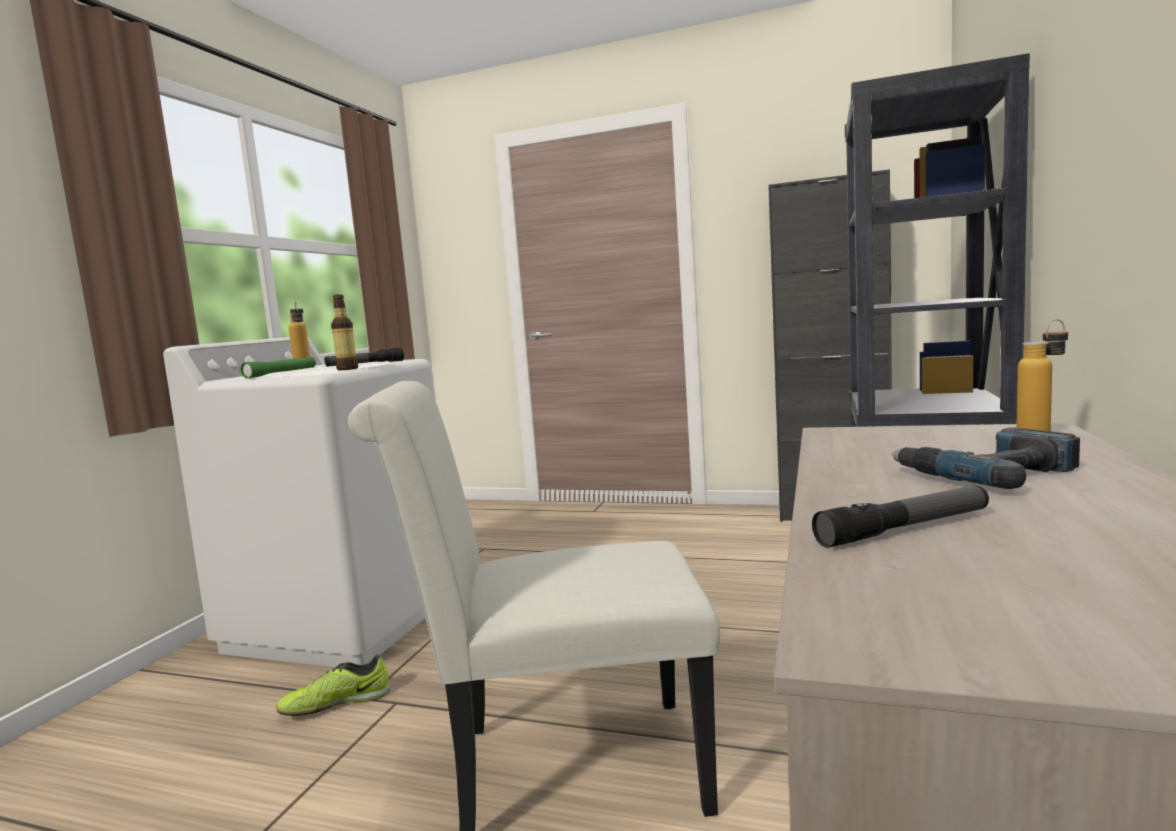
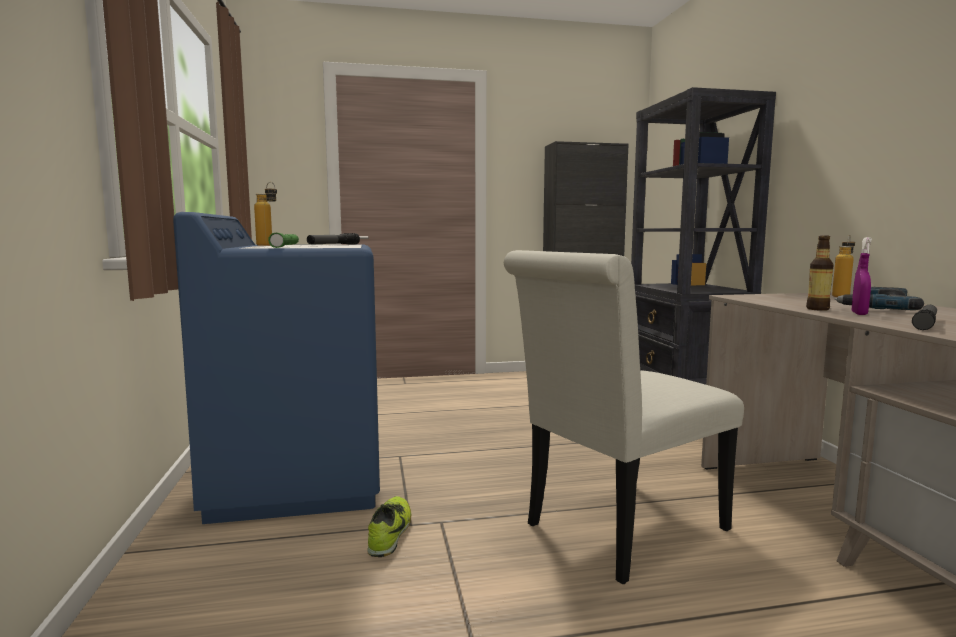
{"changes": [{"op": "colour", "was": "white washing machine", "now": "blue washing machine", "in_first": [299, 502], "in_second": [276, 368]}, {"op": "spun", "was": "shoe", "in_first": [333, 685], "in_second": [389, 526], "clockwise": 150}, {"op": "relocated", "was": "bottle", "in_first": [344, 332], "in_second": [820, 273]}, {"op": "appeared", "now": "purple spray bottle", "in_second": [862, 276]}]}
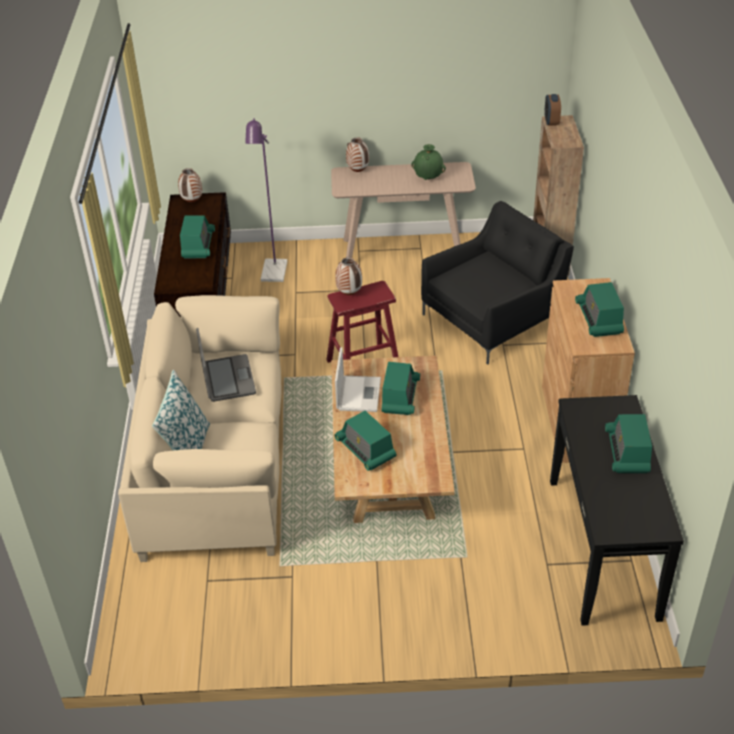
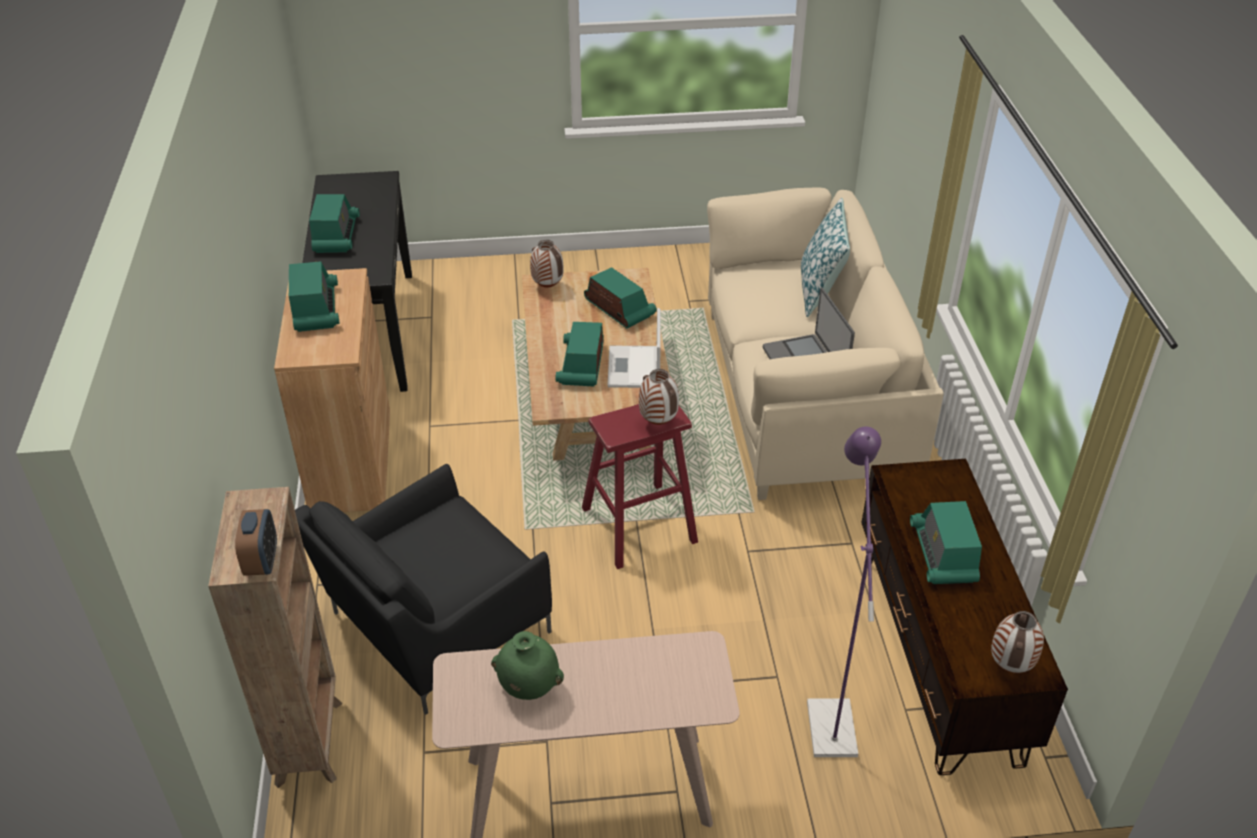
{"changes": [{"op": "relocated", "was": "vase", "in_first": [357, 154], "in_second": [547, 264]}]}
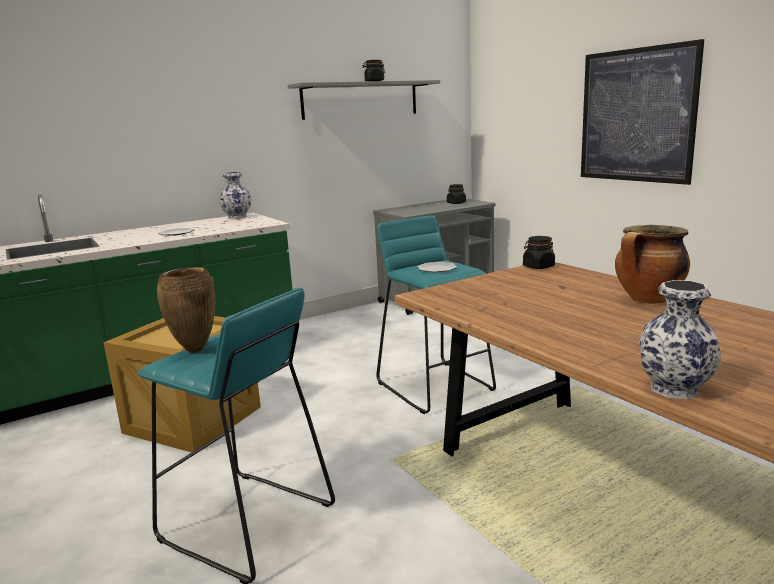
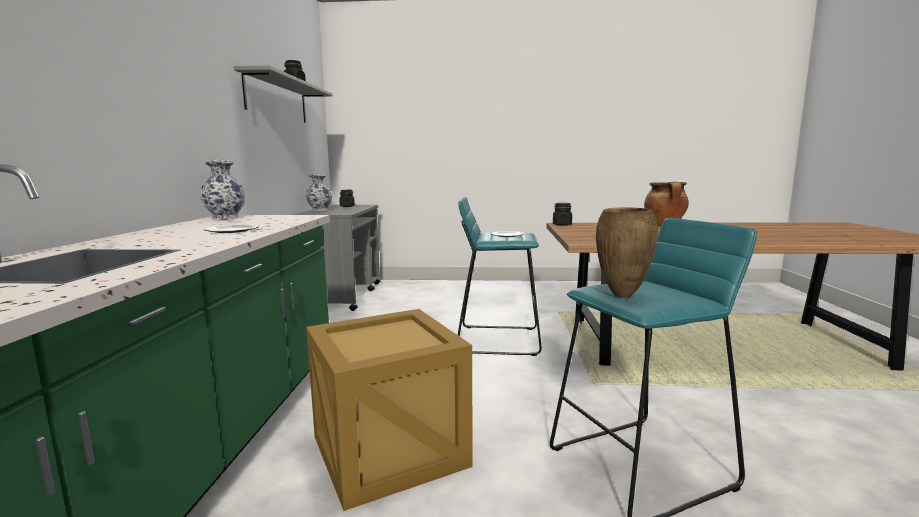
{"changes": [{"op": "relocated", "was": "vase", "in_first": [680, 340], "in_second": [319, 192]}, {"op": "missing", "was": "picture", "in_first": [642, 112]}]}
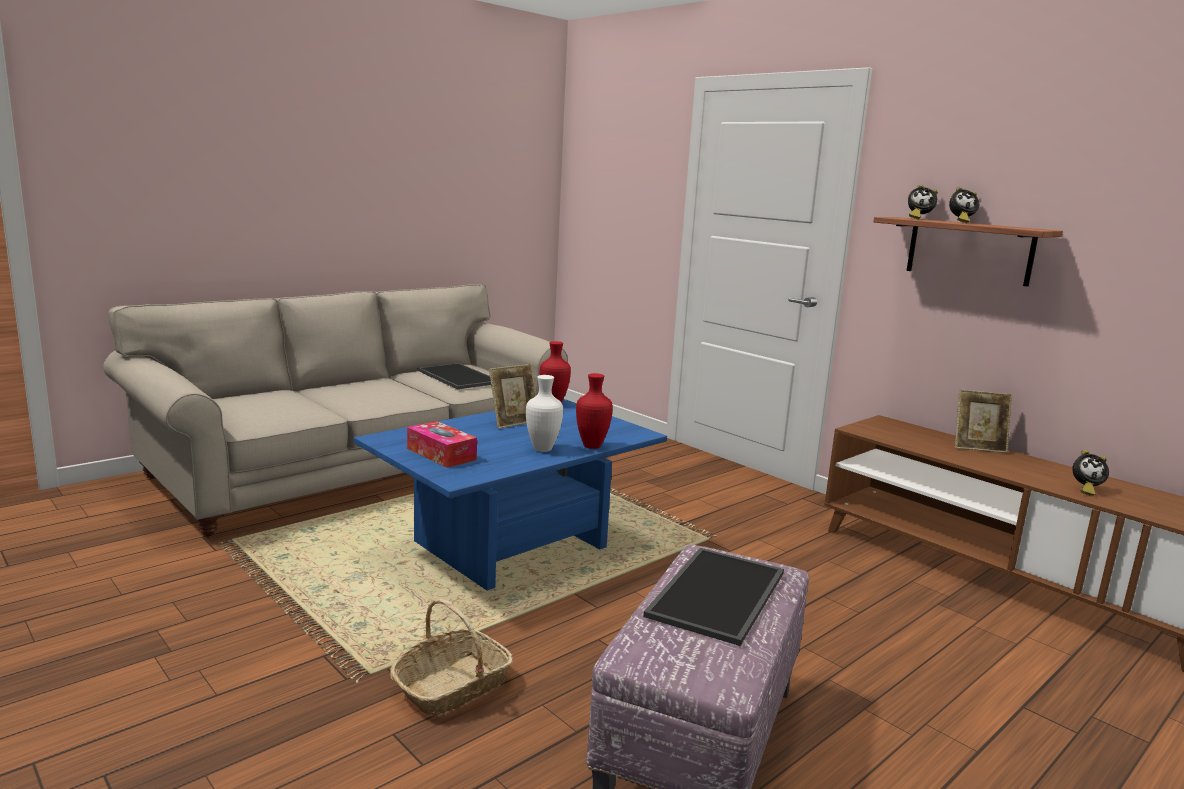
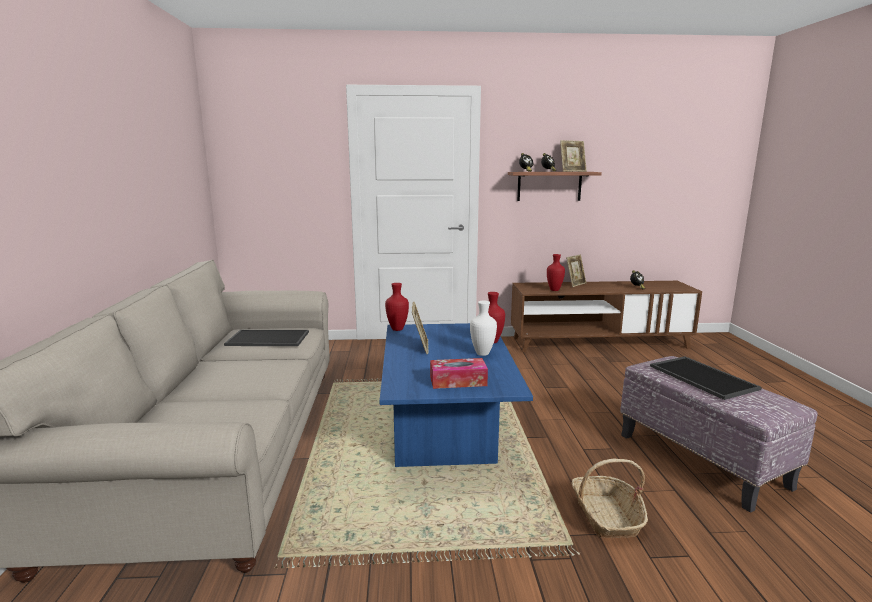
{"changes": [{"op": "appeared", "now": "red vase", "in_second": [556, 272]}, {"op": "appeared", "now": "picture frame", "in_second": [573, 156]}]}
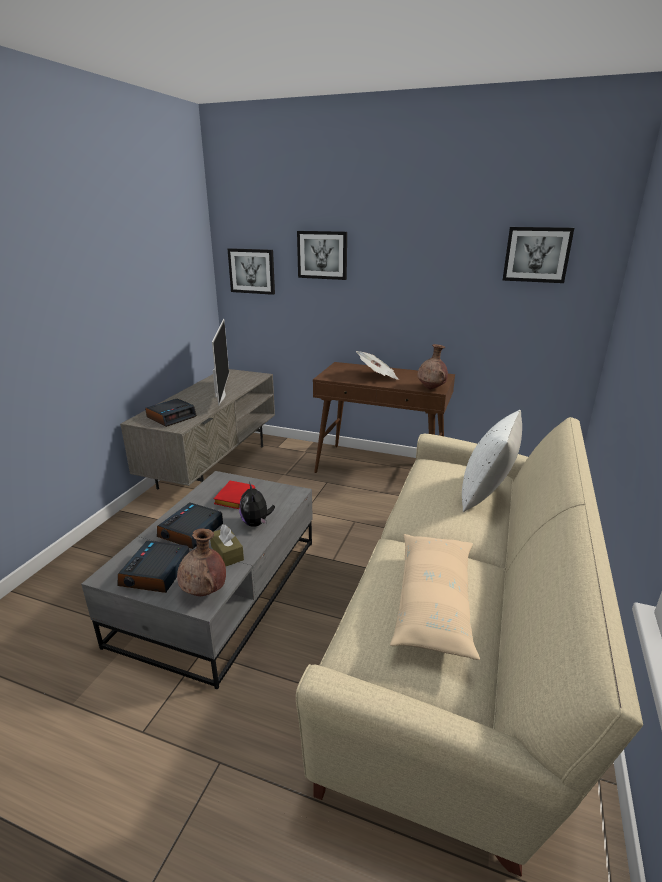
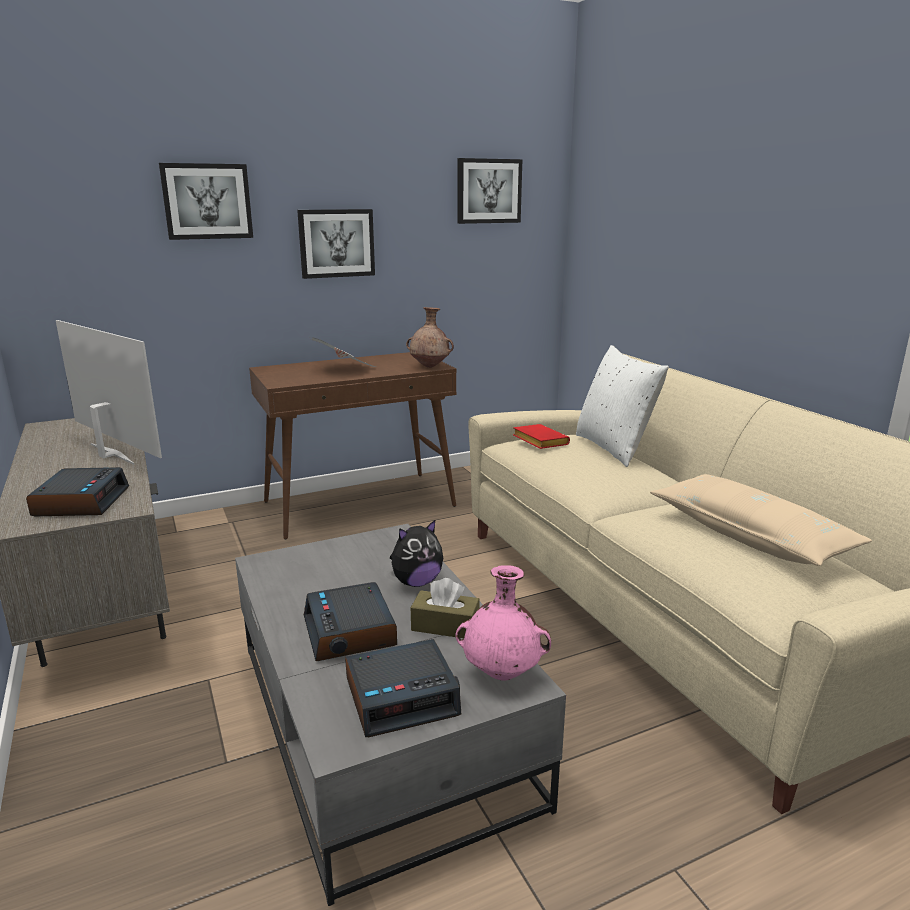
{"changes": [{"op": "relocated", "was": "picture", "in_first": [251, 271], "in_second": [336, 244]}, {"op": "spun", "was": "alarm clock", "in_first": [153, 566], "in_second": [403, 688], "clockwise": -75}, {"op": "spun", "was": "plush toy", "in_first": [257, 504], "in_second": [416, 553], "clockwise": -60}, {"op": "colour", "was": "brown vase", "now": "pink vase", "in_first": [201, 562], "in_second": [503, 623]}, {"op": "relocated", "was": "red book", "in_first": [234, 495], "in_second": [541, 436]}]}
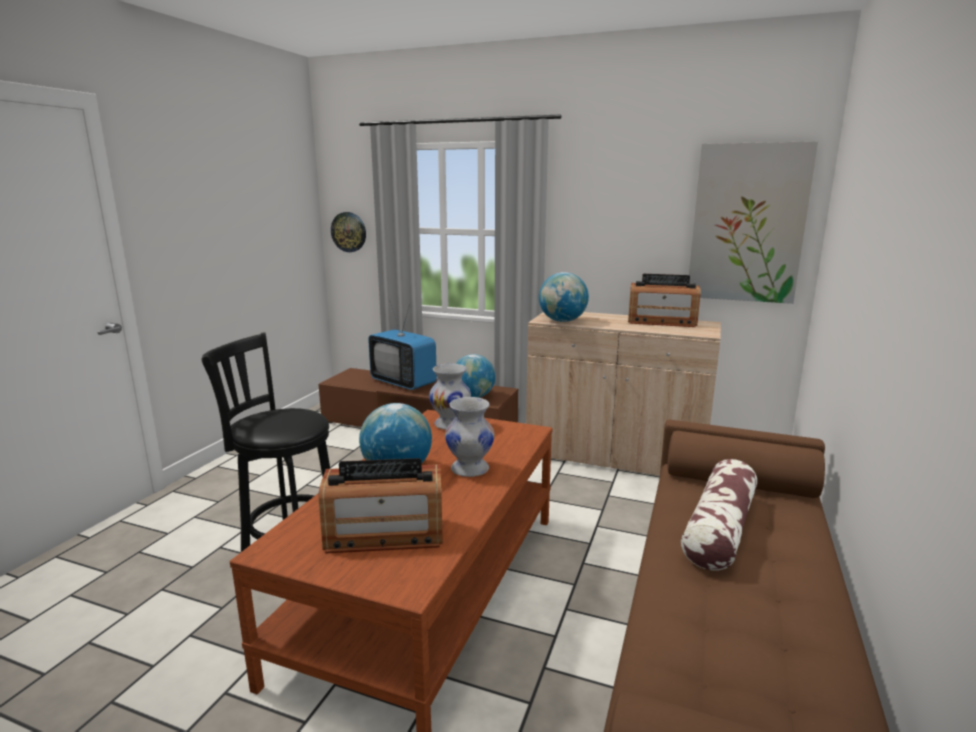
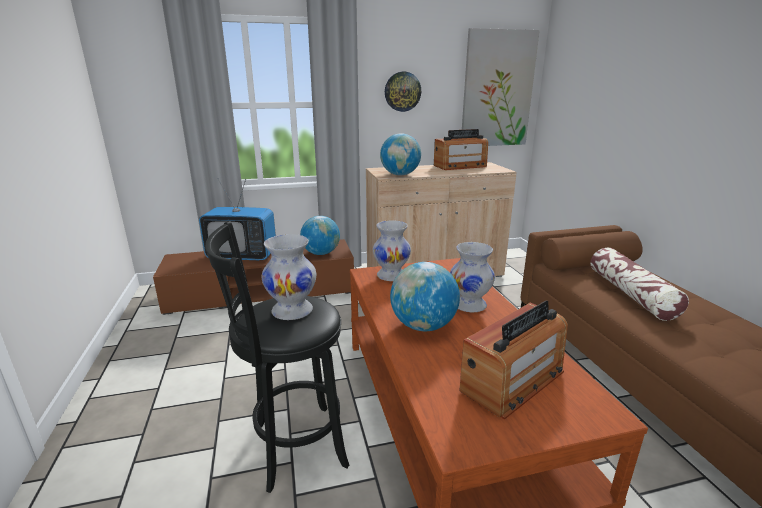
{"changes": [{"op": "appeared", "now": "white vase", "in_second": [289, 277]}, {"op": "relocated", "was": "wall clock", "in_first": [348, 232], "in_second": [403, 92]}]}
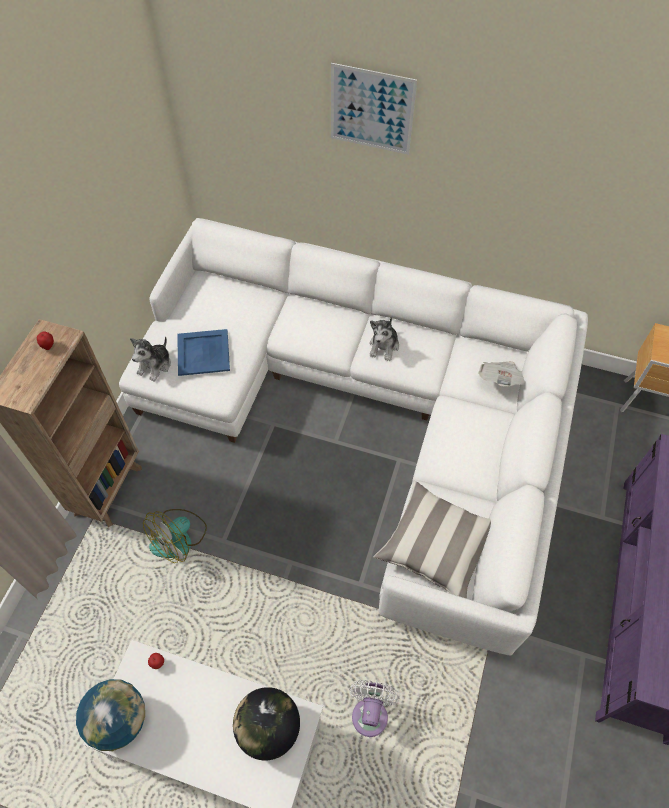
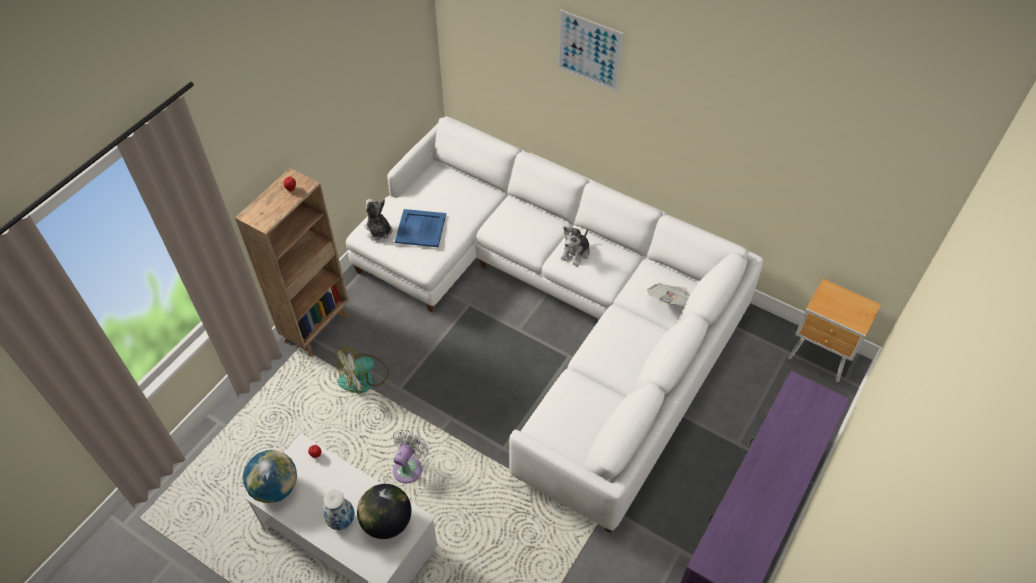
{"changes": [{"op": "appeared", "now": "vase", "in_second": [339, 510]}, {"op": "spun", "was": "plush toy", "in_first": [150, 359], "in_second": [378, 220], "clockwise": 105}, {"op": "relocated", "was": "white fan", "in_first": [375, 708], "in_second": [410, 456]}, {"op": "missing", "was": "pillow", "in_first": [432, 540]}]}
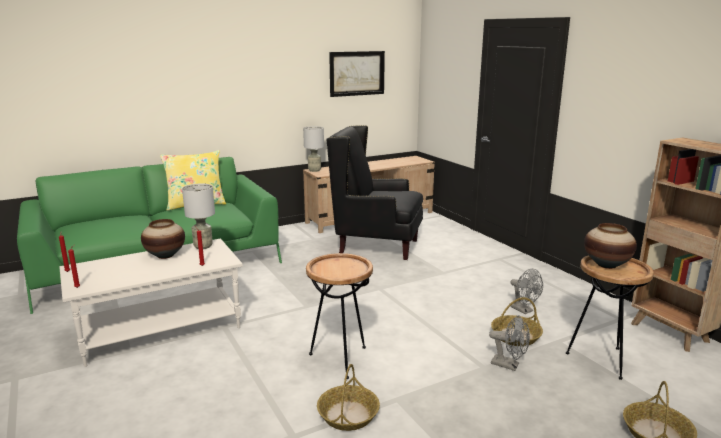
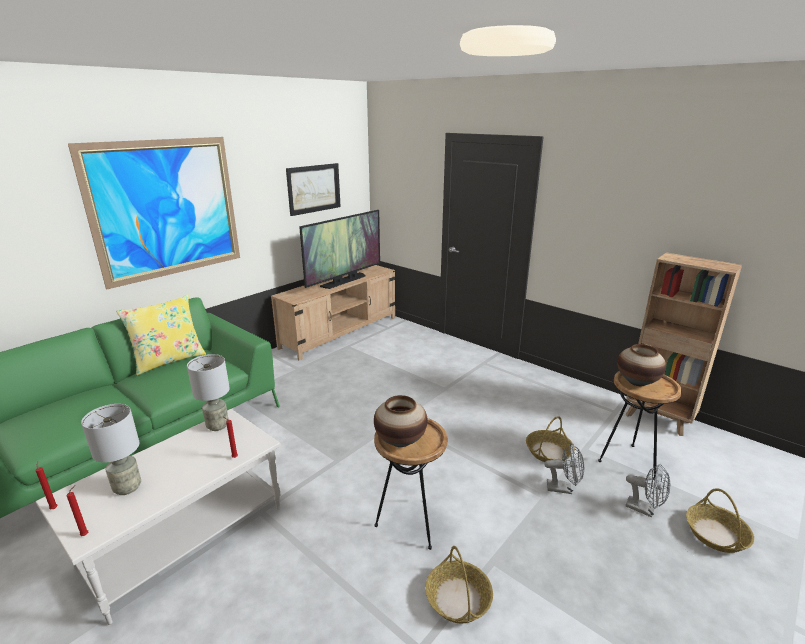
{"changes": [{"op": "appeared", "now": "picture", "in_second": [154, 213]}, {"op": "relocated", "was": "grey table lamp", "in_first": [313, 149], "in_second": [111, 449]}, {"op": "appeared", "now": "television", "in_second": [339, 249]}, {"op": "relocated", "was": "vase", "in_first": [163, 239], "in_second": [401, 421]}, {"op": "relocated", "was": "grey fan", "in_first": [526, 291], "in_second": [648, 491]}, {"op": "missing", "was": "black armchair", "in_first": [374, 192]}]}
